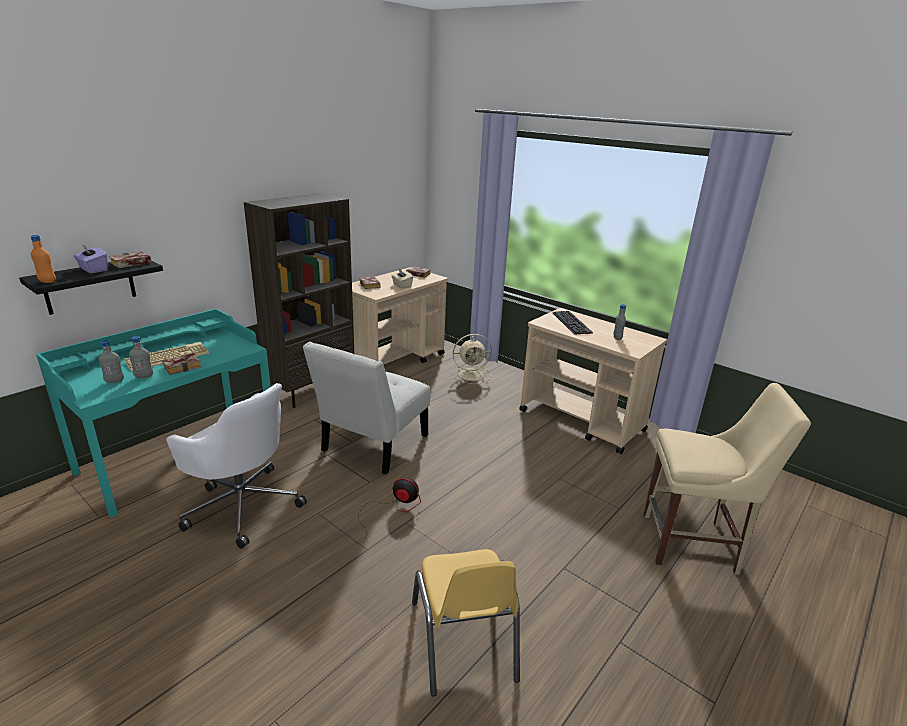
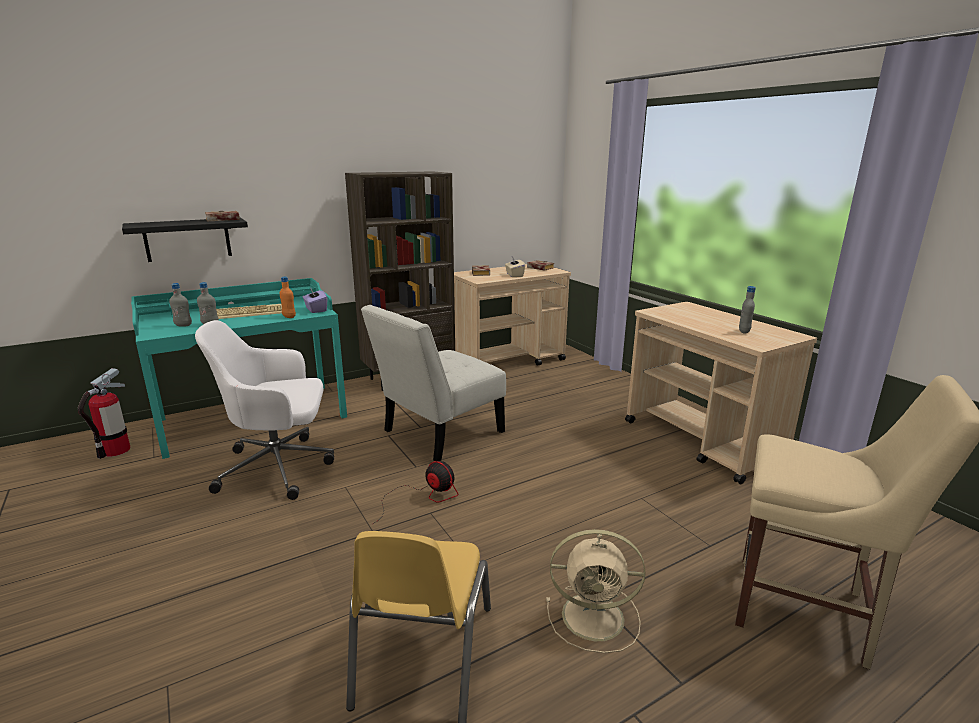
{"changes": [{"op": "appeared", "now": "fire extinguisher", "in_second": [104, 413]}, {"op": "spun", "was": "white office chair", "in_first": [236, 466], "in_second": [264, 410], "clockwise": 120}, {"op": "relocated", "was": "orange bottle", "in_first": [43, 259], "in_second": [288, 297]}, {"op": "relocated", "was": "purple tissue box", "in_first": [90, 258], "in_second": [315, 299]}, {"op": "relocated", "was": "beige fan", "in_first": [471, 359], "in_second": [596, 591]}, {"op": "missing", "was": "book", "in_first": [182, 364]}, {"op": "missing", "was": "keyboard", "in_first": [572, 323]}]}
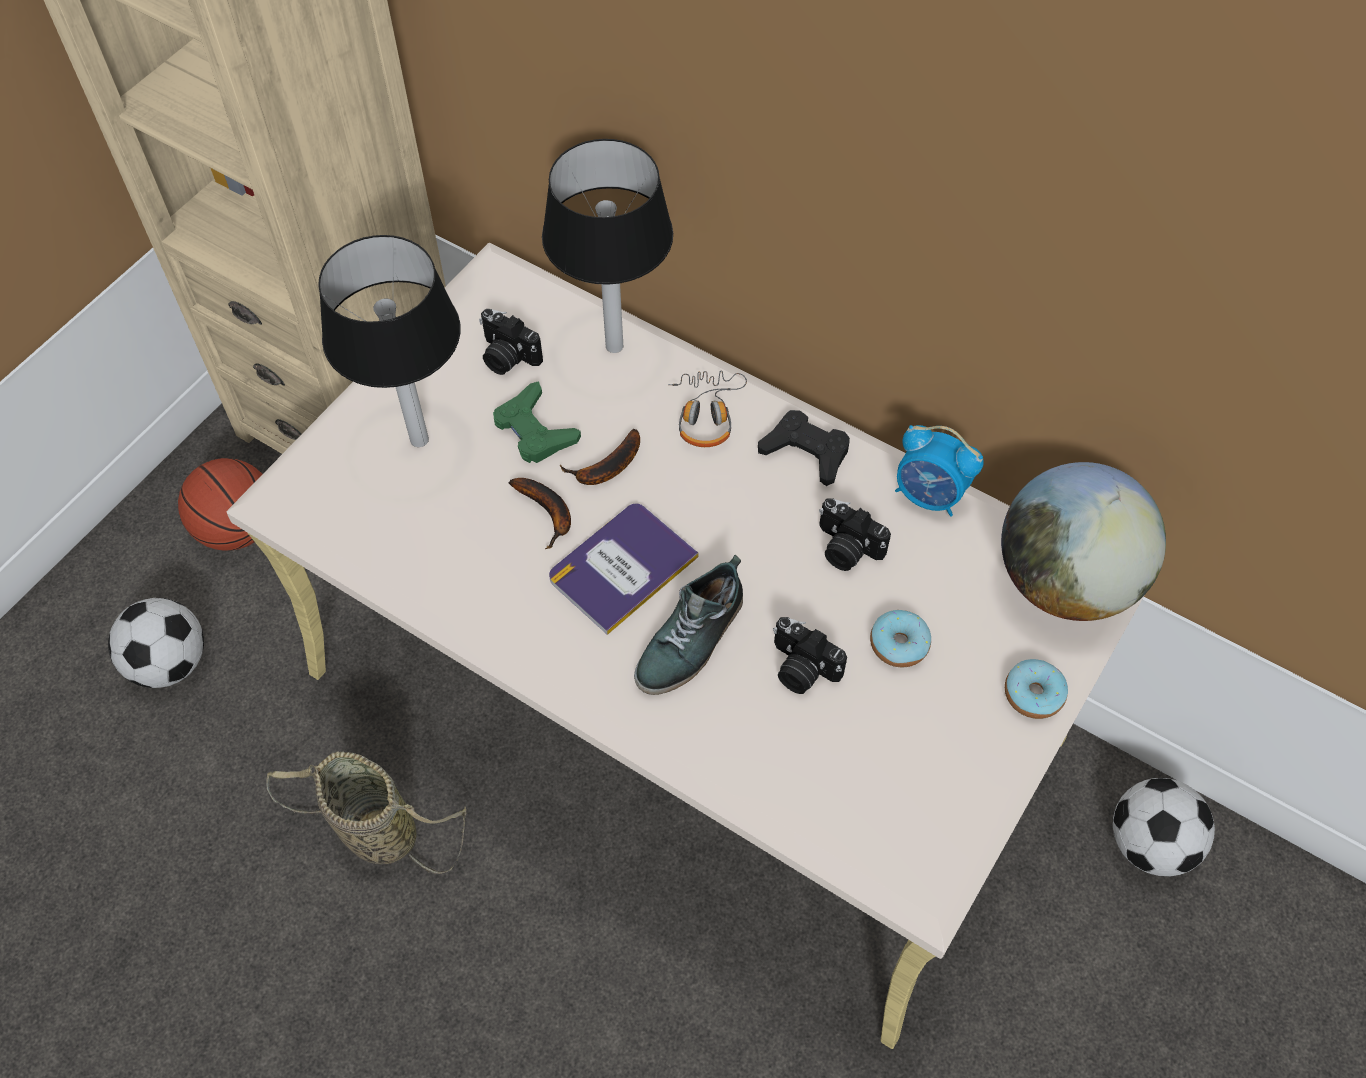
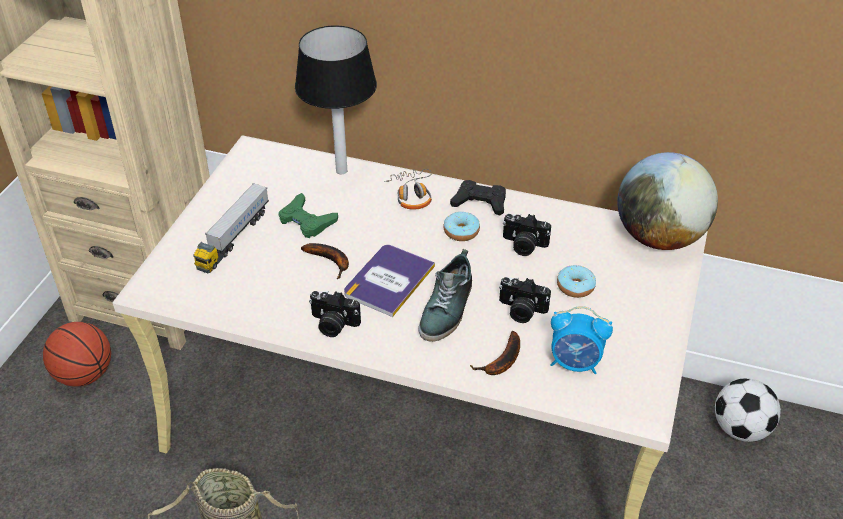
{"changes": [{"op": "exchanged", "was": "table lamp", "now": "toy truck", "in_first": [389, 341], "in_second": [231, 228]}, {"op": "relocated", "was": "photo camera", "in_first": [511, 342], "in_second": [335, 314]}, {"op": "relocated", "was": "donut", "in_first": [1036, 689], "in_second": [461, 226]}, {"op": "relocated", "was": "banana", "in_first": [600, 457], "in_second": [495, 353]}, {"op": "relocated", "was": "alarm clock", "in_first": [939, 471], "in_second": [581, 340]}, {"op": "missing", "was": "football", "in_first": [156, 643]}]}
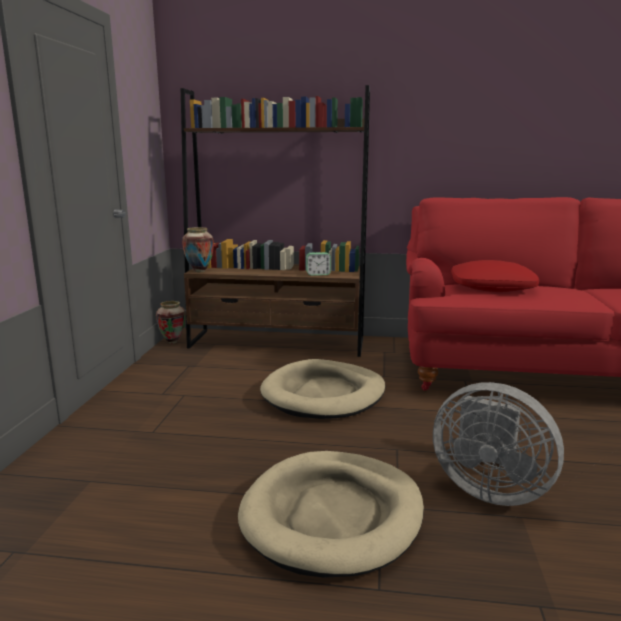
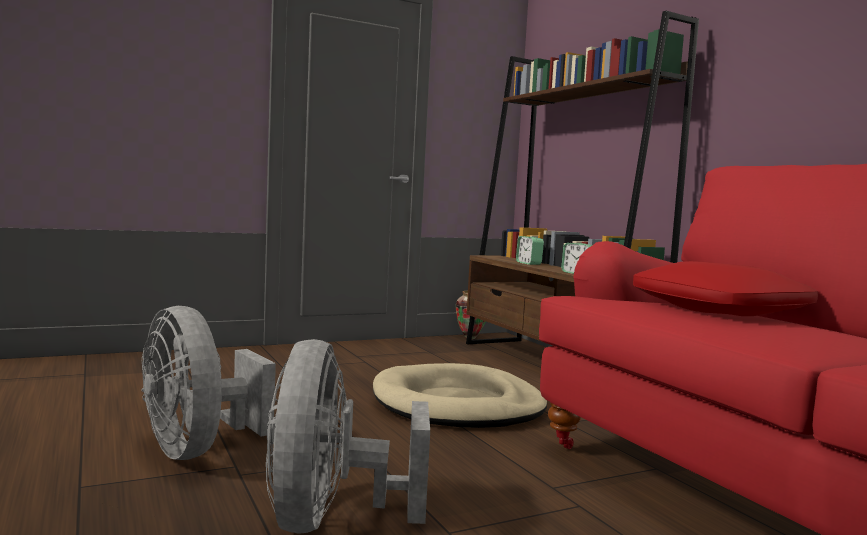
{"changes": [{"op": "exchanged", "was": "beige dog bed", "now": "grey fan", "in_first": [331, 514], "in_second": [208, 383]}, {"op": "appeared", "now": "alarm clock", "in_second": [530, 250]}, {"op": "missing", "was": "vase", "in_first": [198, 249]}]}
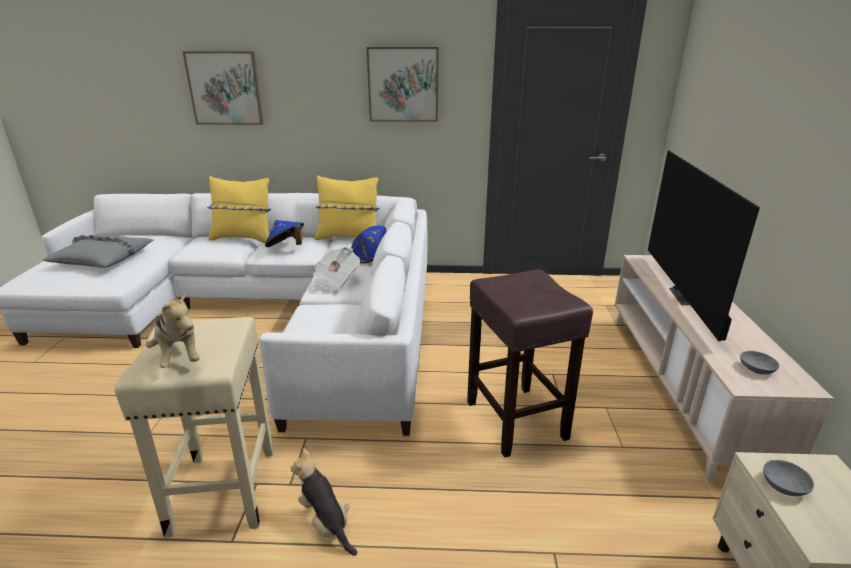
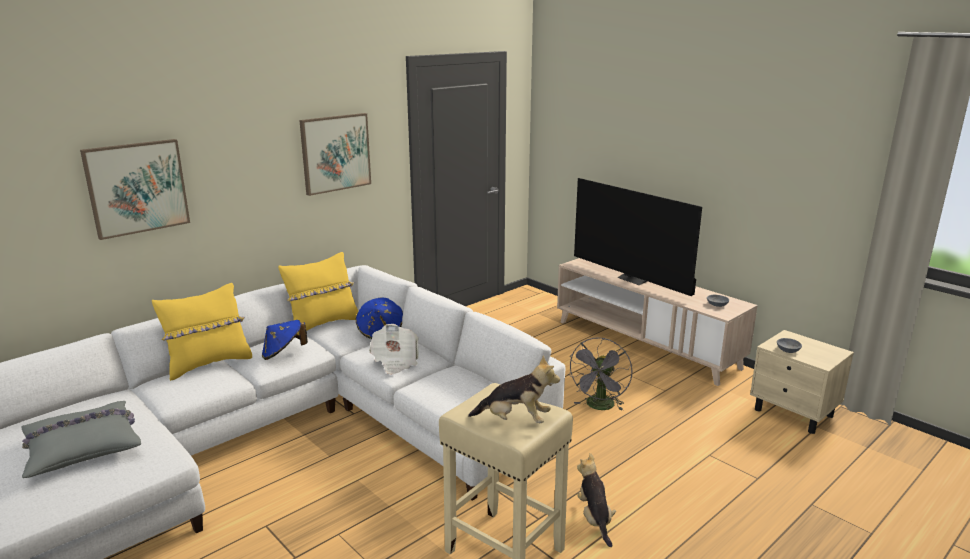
{"changes": [{"op": "exchanged", "was": "brown stool", "now": "grey fan", "in_first": [530, 363], "in_second": [600, 374]}, {"op": "spun", "was": "plush toy", "in_first": [324, 502], "in_second": [596, 500], "clockwise": 75}]}
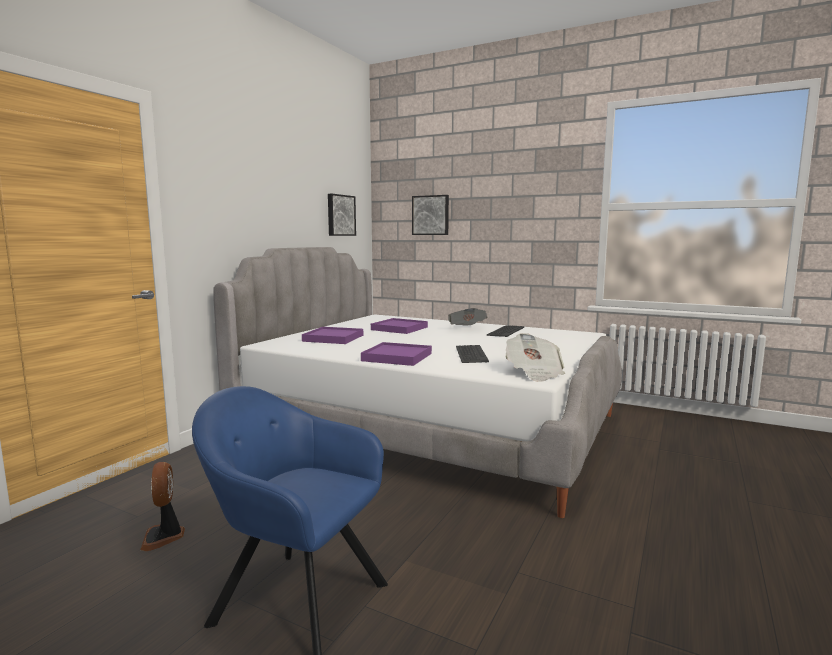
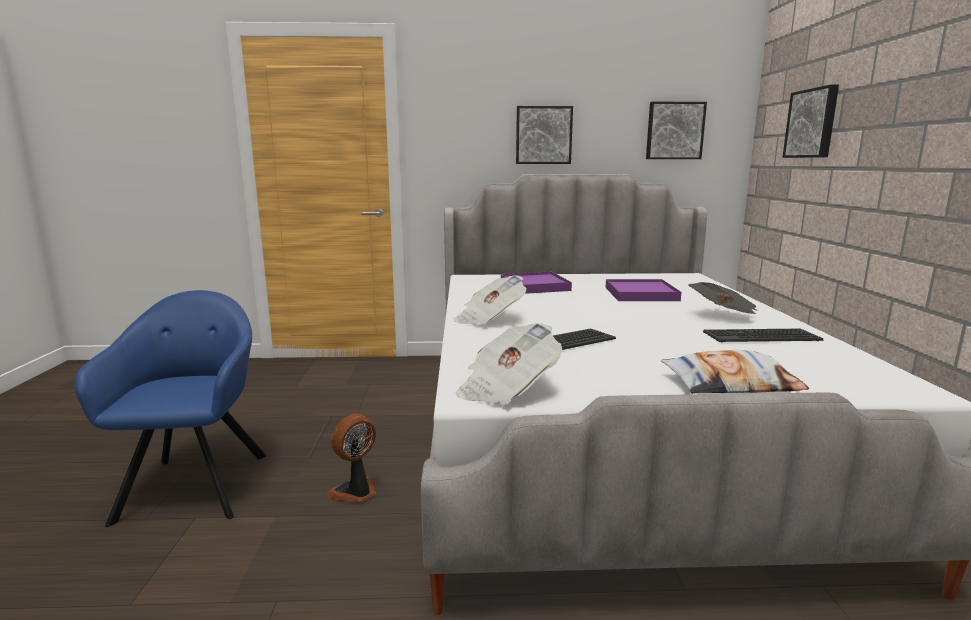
{"changes": [{"op": "relocated", "was": "fan", "in_first": [162, 506], "in_second": [352, 458]}, {"op": "exchanged", "was": "purple tray", "now": "newspaper", "in_first": [396, 354], "in_second": [490, 300]}, {"op": "appeared", "now": "picture", "in_second": [544, 135]}, {"op": "appeared", "now": "pillow", "in_second": [735, 372]}]}
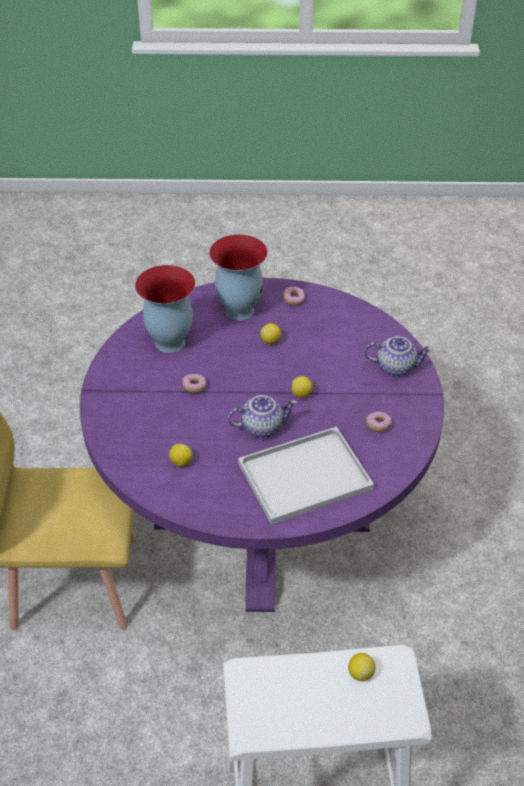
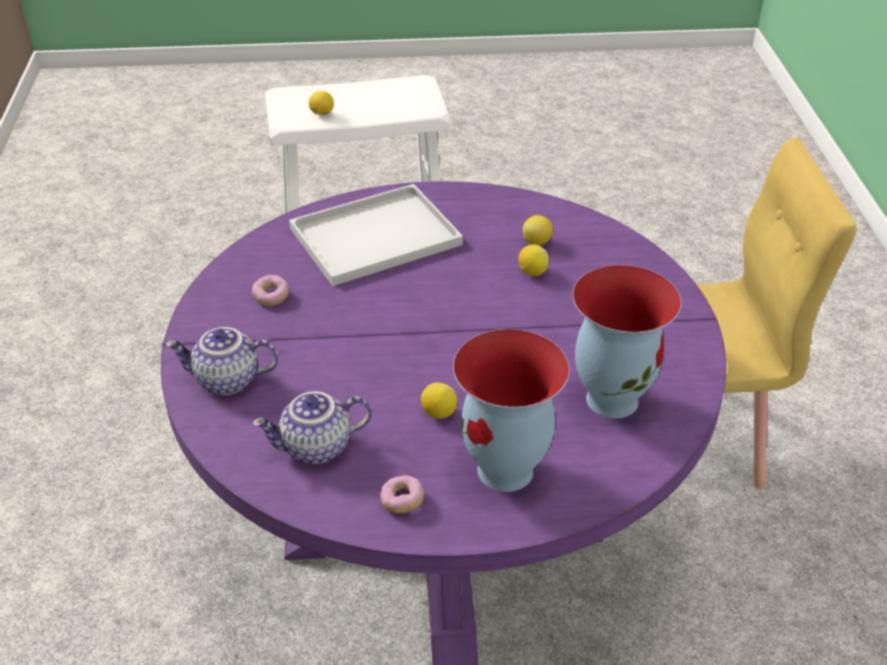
{"changes": [{"op": "relocated", "was": "teapot", "in_first": [262, 416], "in_second": [312, 427]}, {"op": "relocated", "was": "lemon", "in_first": [302, 386], "in_second": [533, 260]}, {"op": "missing", "was": "donut", "in_first": [194, 383]}]}
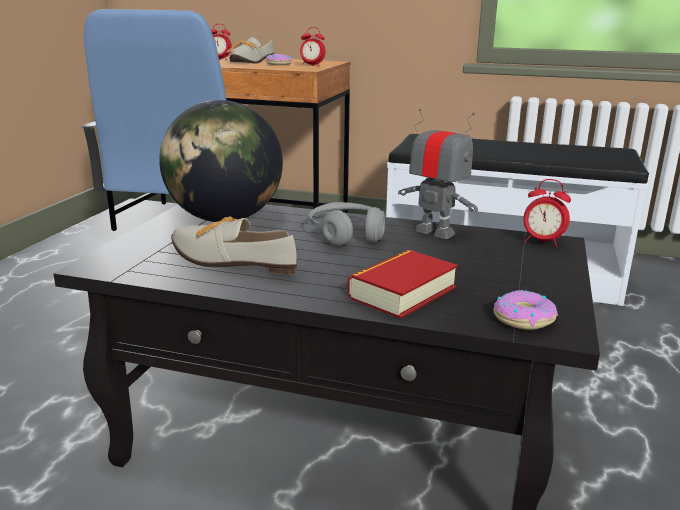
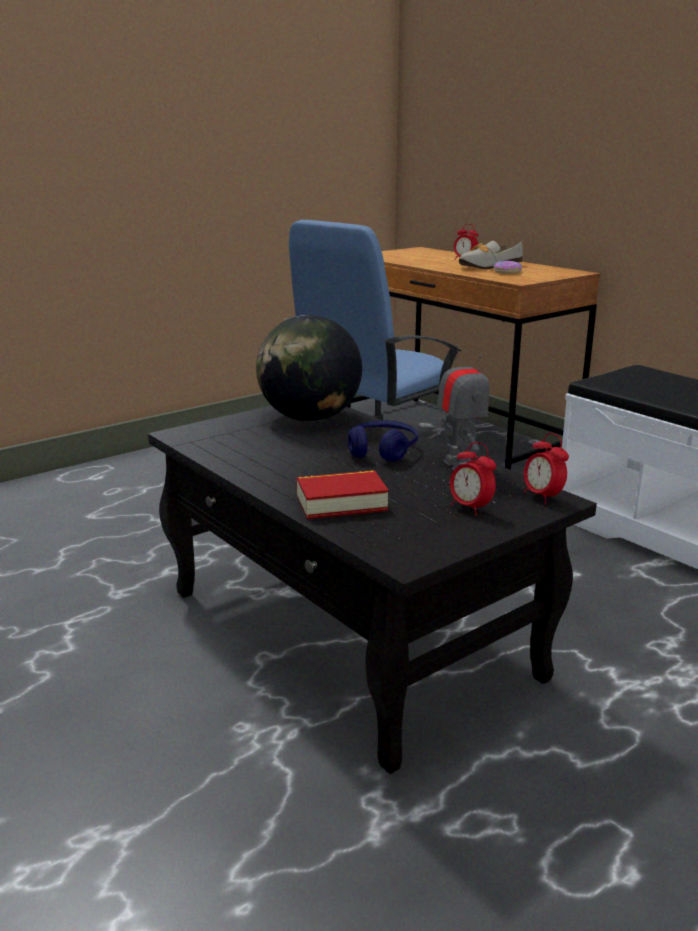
{"changes": [{"op": "colour", "was": "grey headphones", "now": "blue headphones", "in_first": [347, 223], "in_second": [383, 441]}, {"op": "relocated", "was": "alarm clock", "in_first": [313, 46], "in_second": [473, 478]}, {"op": "missing", "was": "shoe", "in_first": [234, 245]}, {"op": "missing", "was": "donut", "in_first": [526, 310]}]}
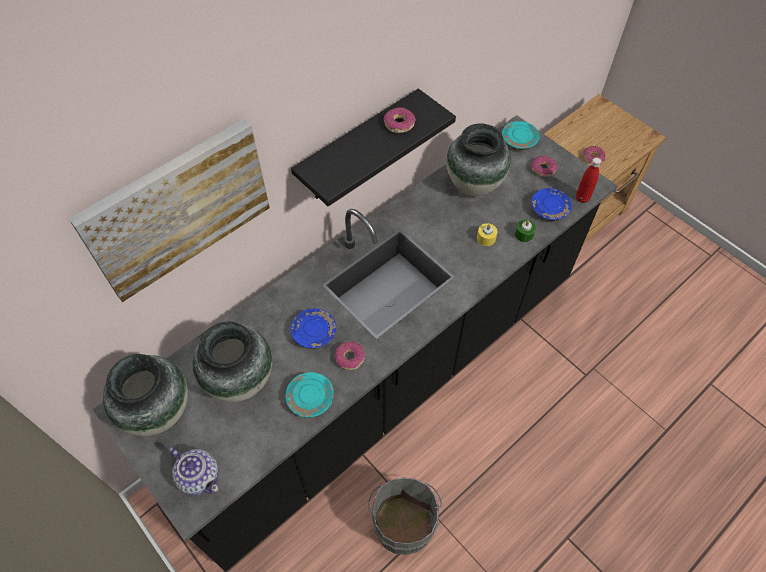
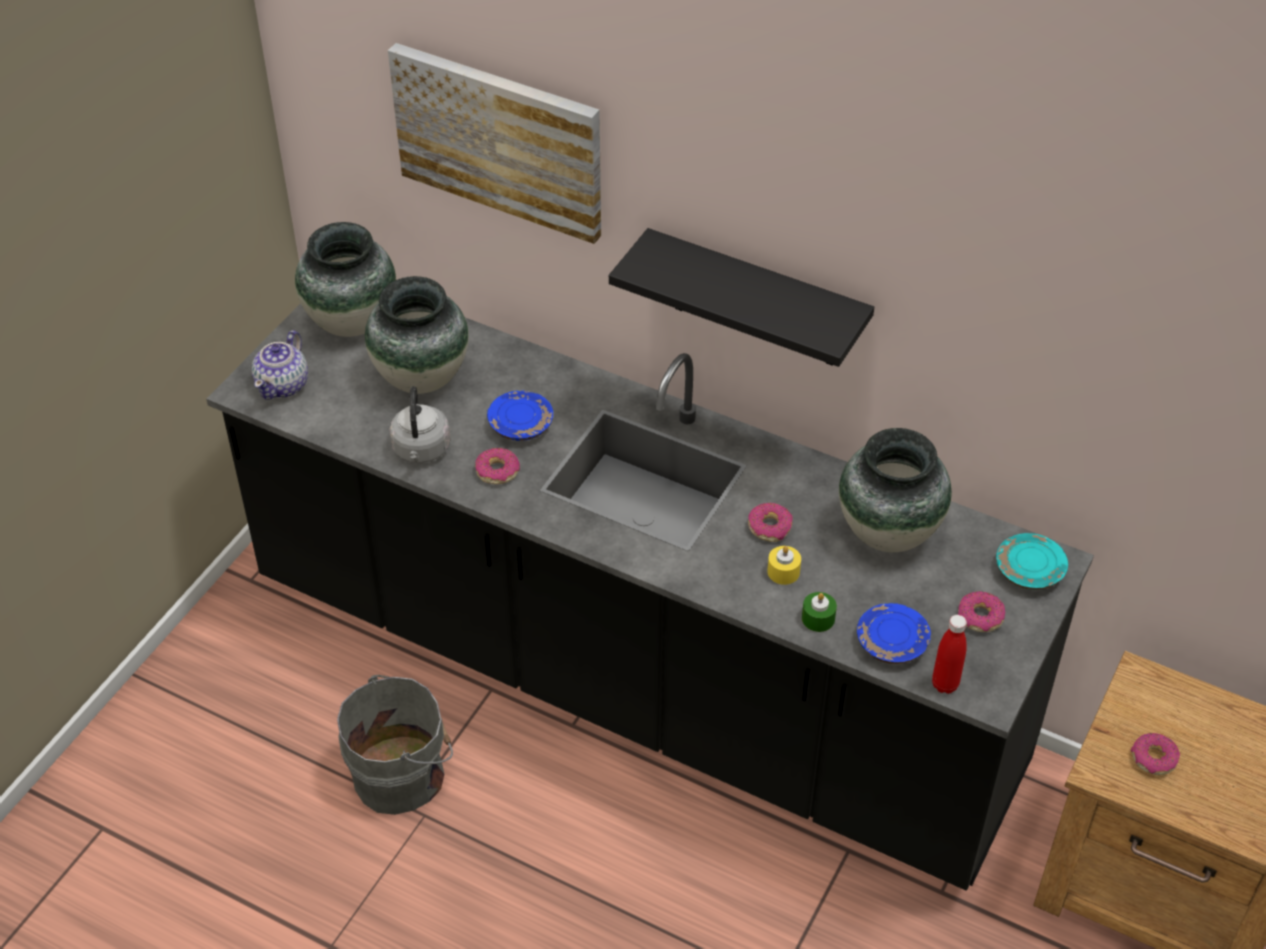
{"changes": [{"op": "exchanged", "was": "turquoise plate", "now": "grey kettle", "in_first": [309, 395], "in_second": [420, 424]}, {"op": "relocated", "was": "donut", "in_first": [399, 120], "in_second": [770, 522]}]}
